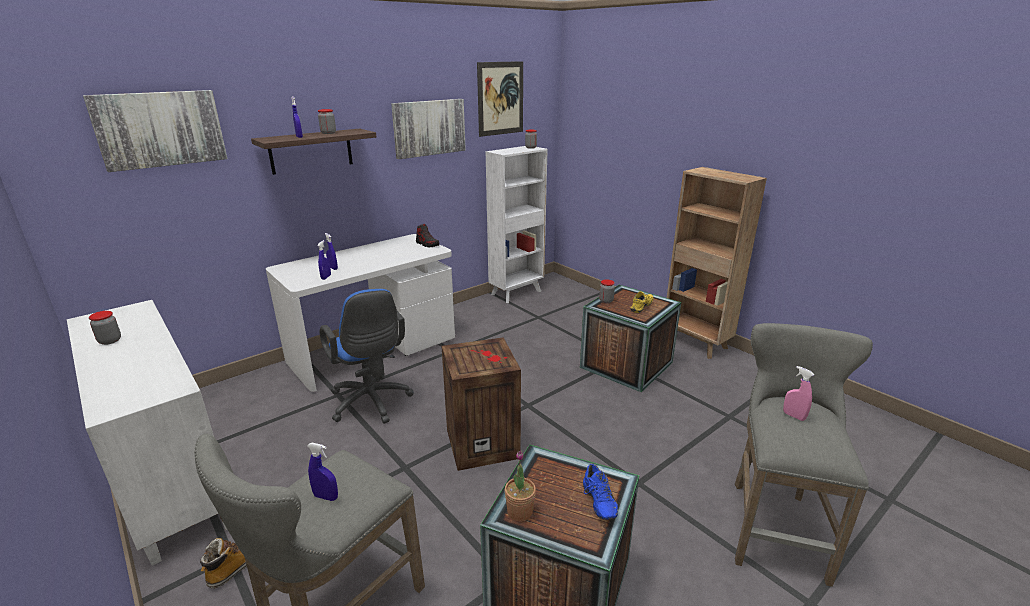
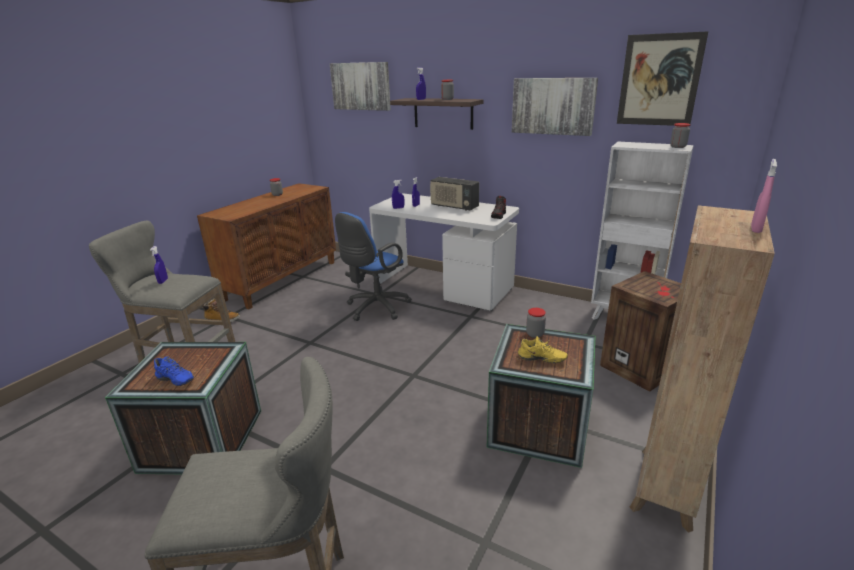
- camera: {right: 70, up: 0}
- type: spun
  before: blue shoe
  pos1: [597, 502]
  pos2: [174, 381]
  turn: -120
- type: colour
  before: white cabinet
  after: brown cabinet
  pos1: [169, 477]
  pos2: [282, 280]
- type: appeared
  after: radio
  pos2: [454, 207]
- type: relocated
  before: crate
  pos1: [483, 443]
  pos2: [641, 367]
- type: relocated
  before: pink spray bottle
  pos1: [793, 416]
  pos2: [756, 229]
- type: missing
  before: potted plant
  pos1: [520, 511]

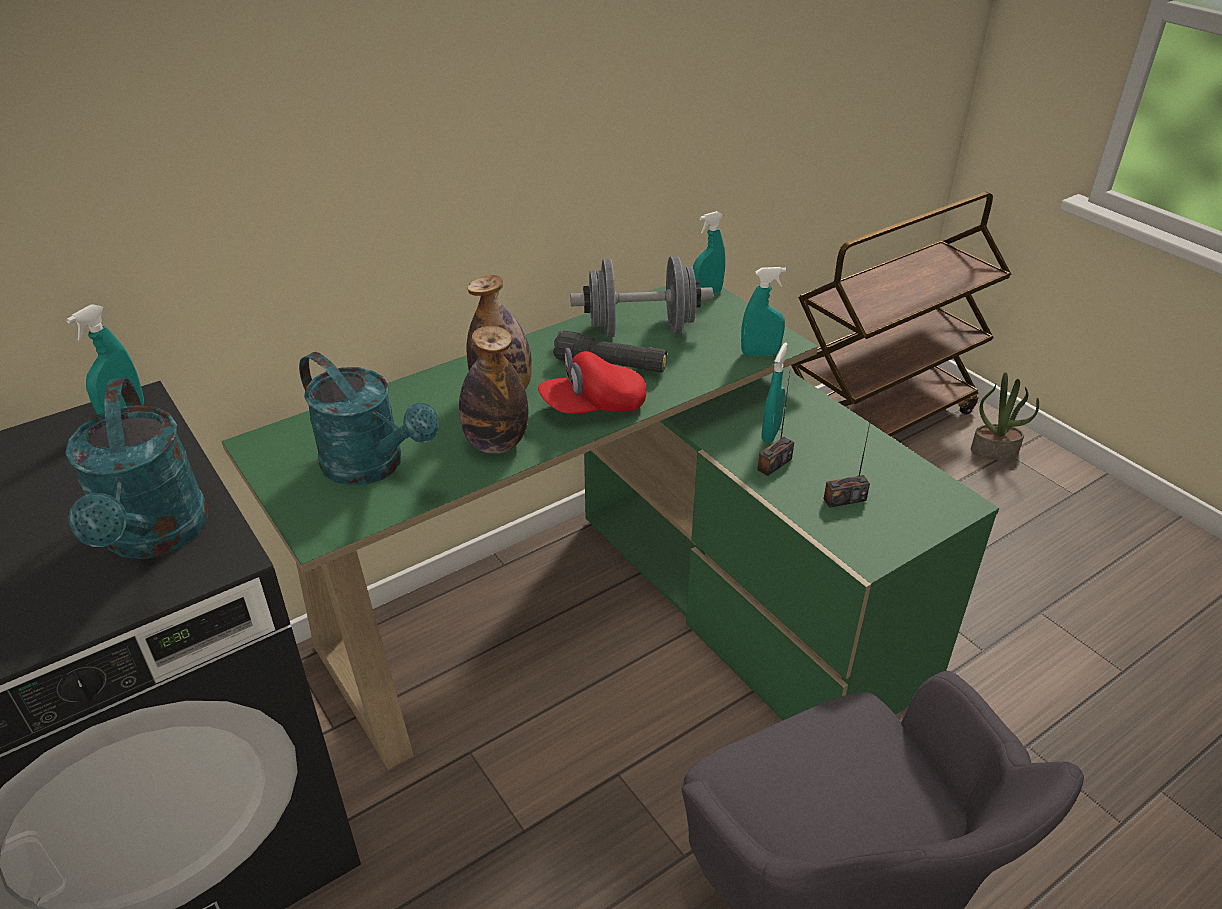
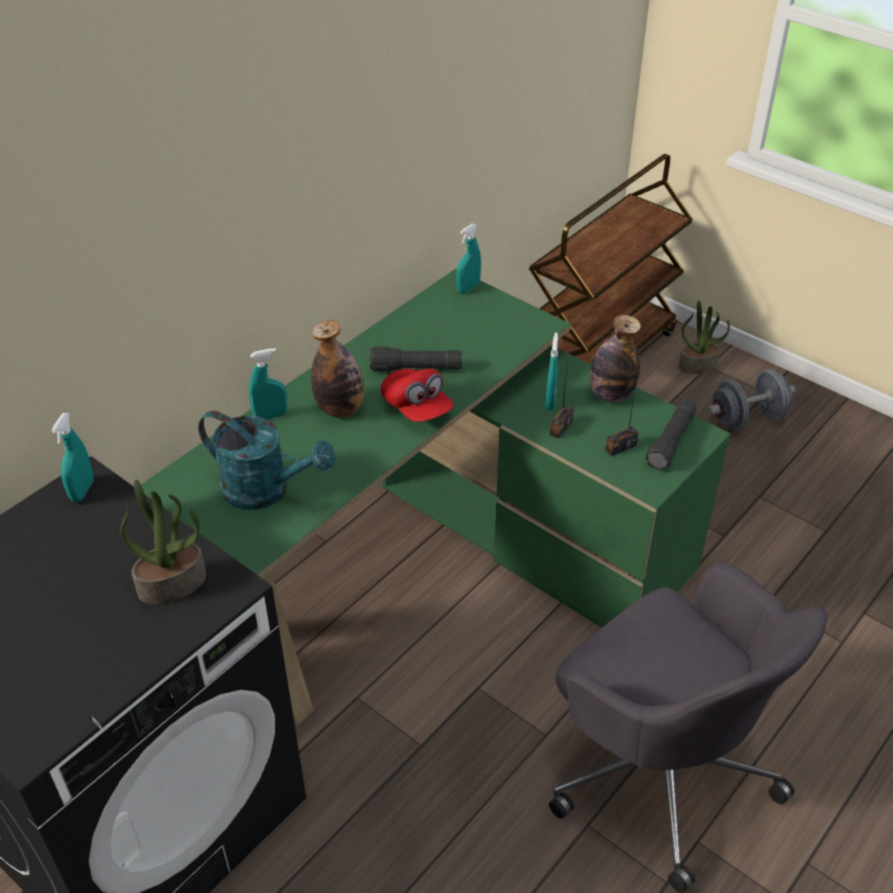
- camera: {right: -15, up: 5}
- type: exchanged
  before: turquoise watering can
  after: potted plant
  pos1: [155, 537]
  pos2: [172, 583]
- type: relocated
  before: turquoise spray bottle
  pos1: [760, 353]
  pos2: [270, 416]
- type: spun
  before: red cap
  pos1: [593, 407]
  pos2: [417, 408]
  turn: -90
- type: relocated
  before: bottle
  pos1: [496, 444]
  pos2: [611, 395]
- type: appeared
  after: black flashlight
  pos2: [671, 441]
- type: relocated
  before: grey dumbbell
  pos1: [641, 330]
  pos2: [747, 419]

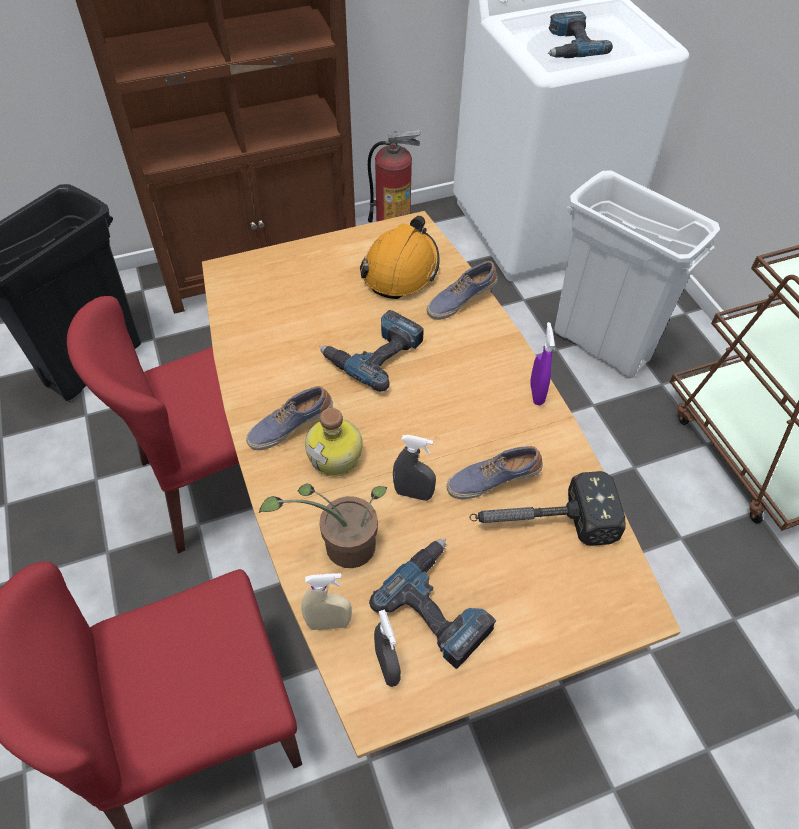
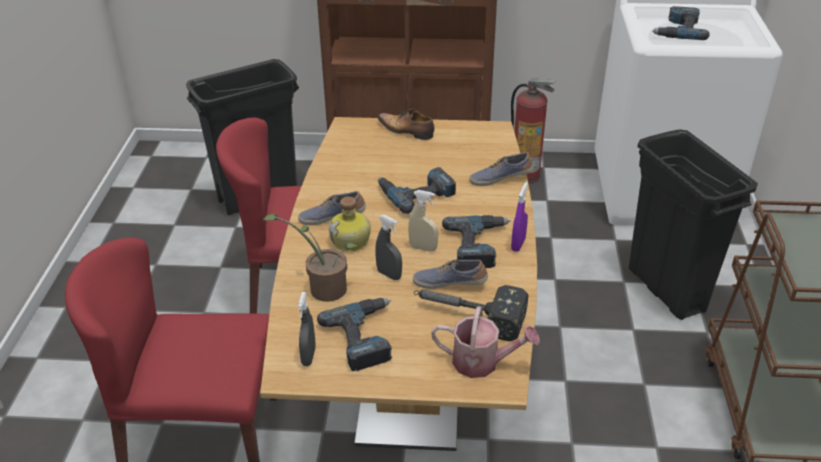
- camera: {right: 25, up: -15}
- type: appeared
  after: shoe
  pos2: [406, 131]
- type: relocated
  before: beige spray bottle
  pos1: [329, 623]
  pos2: [423, 248]
- type: appeared
  after: watering can
  pos2: [482, 362]
- type: appeared
  after: power drill
  pos2: [479, 246]
- type: colour
  before: white trash can
  after: black trash can
  pos1: [600, 345]
  pos2: [665, 289]
- type: missing
  before: orange hard hat
  pos1: [401, 269]

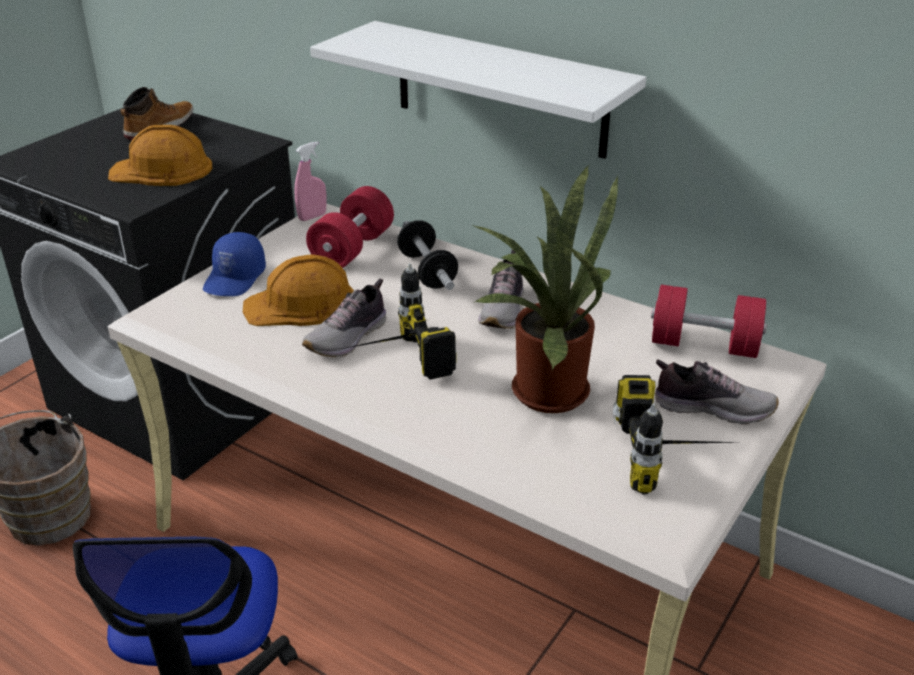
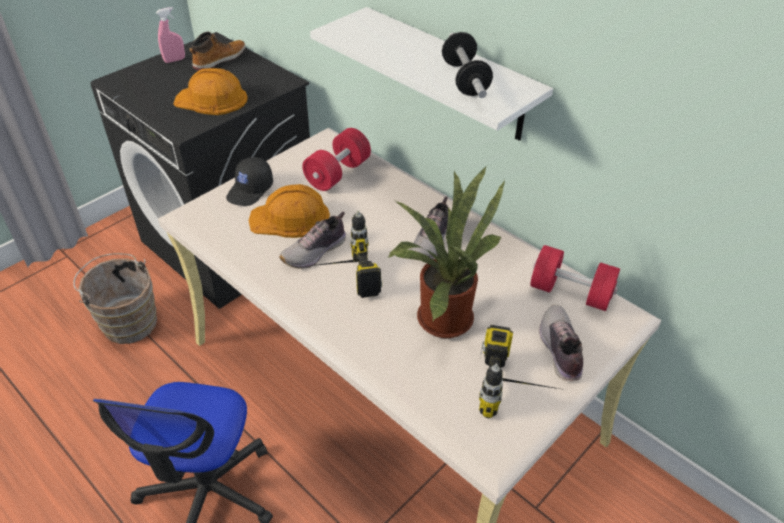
- camera: {right: 10, up: 10}
- type: relocated
  before: pink spray bottle
  pos1: [312, 217]
  pos2: [174, 60]
- type: colour
  before: blue cap
  after: black cap
  pos1: [235, 279]
  pos2: [250, 190]
- type: relocated
  before: dumbbell
  pos1: [427, 271]
  pos2: [465, 80]
- type: spun
  before: shoe
  pos1: [712, 407]
  pos2: [559, 349]
  turn: -120

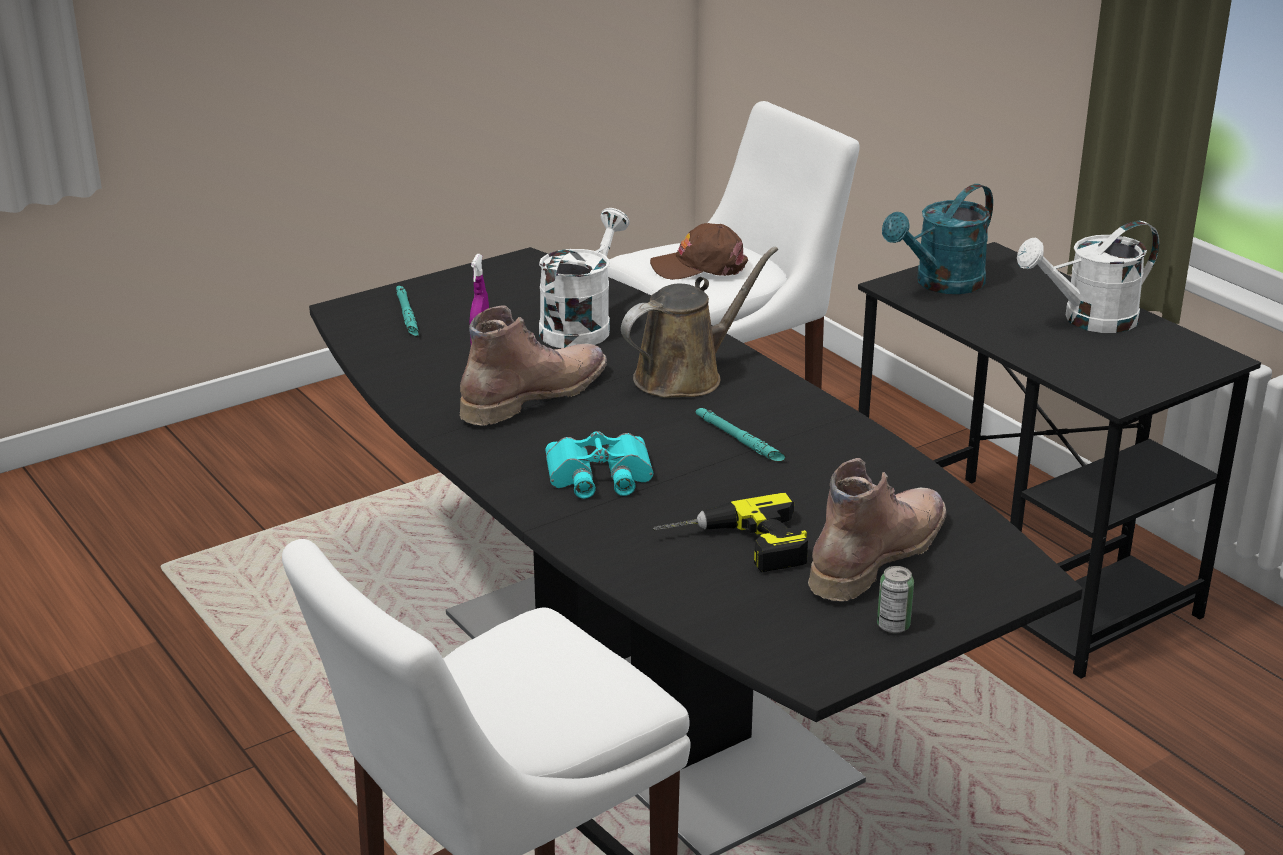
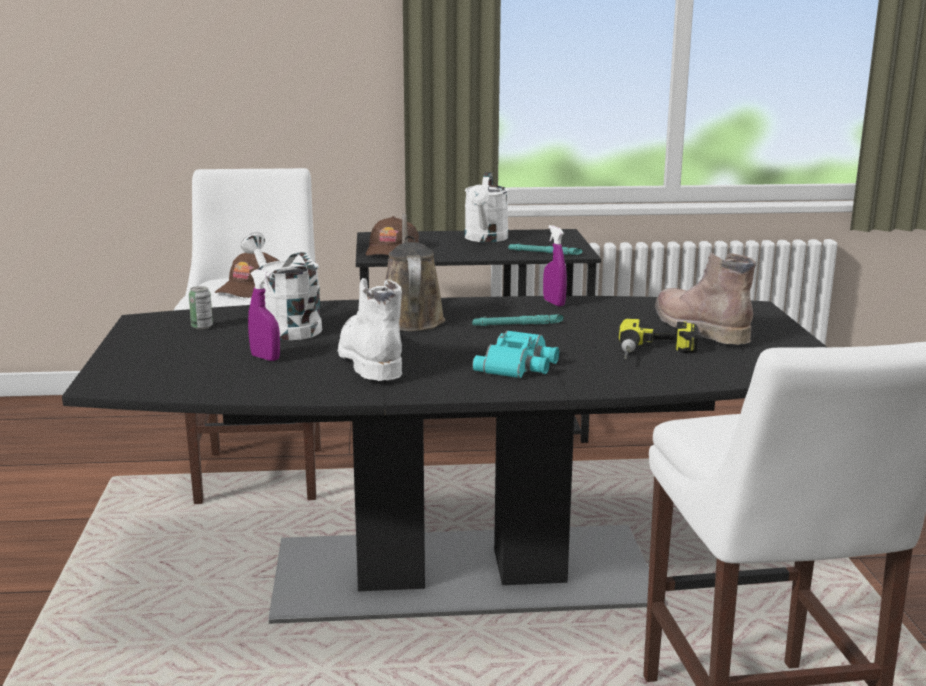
- camera: {right: -60, up: -10}
- type: relocated
  before: can
  pos1: [893, 626]
  pos2: [202, 327]
- type: colour
  before: brown boot
  after: white boot
  pos1: [533, 394]
  pos2: [368, 358]
- type: exchanged
  before: turquoise watering can
  after: brown cap
  pos1: [941, 284]
  pos2: [391, 250]
- type: relocated
  before: turquoise flashlight
  pos1: [407, 315]
  pos2: [545, 252]
- type: appeared
  after: purple spray bottle
  pos2: [554, 303]

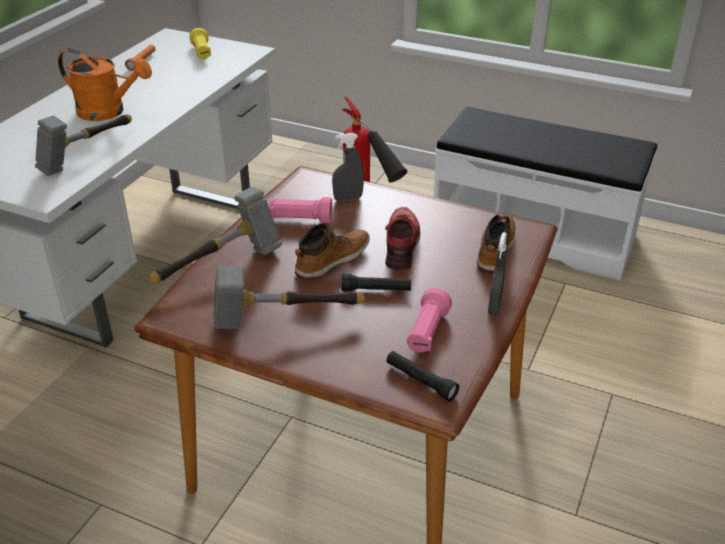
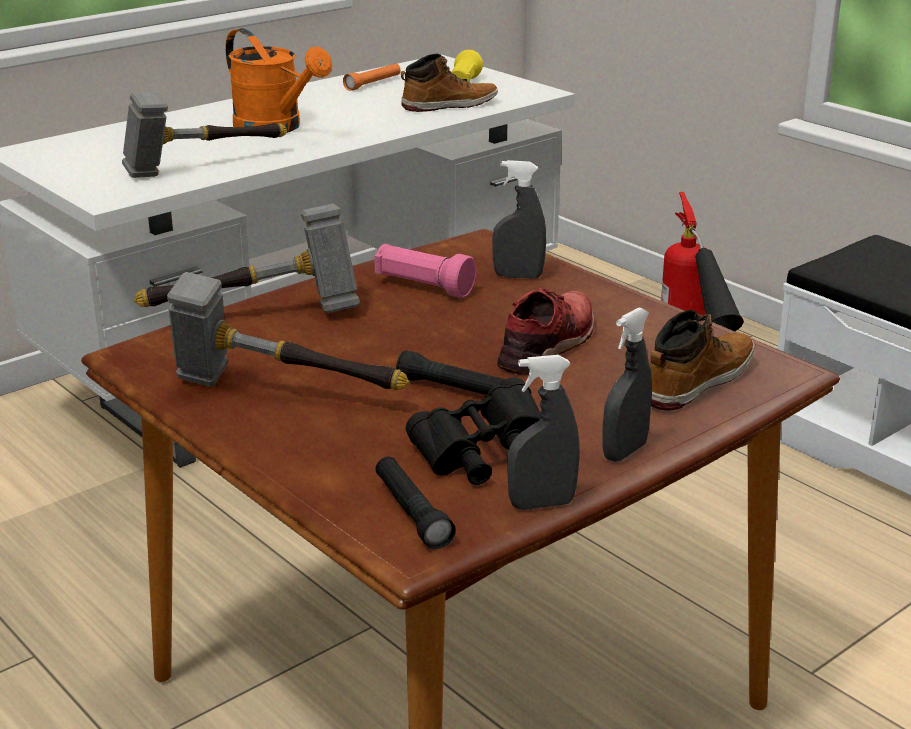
- camera: {right: 25, up: -10}
- type: relocated
  before: boot
  pos1: [332, 260]
  pos2: [449, 105]
- type: exchanged
  before: pink flashlight
  after: black binoculars
  pos1: [427, 333]
  pos2: [481, 457]
- type: appeared
  after: grey spray bottle
  pos2: [541, 504]

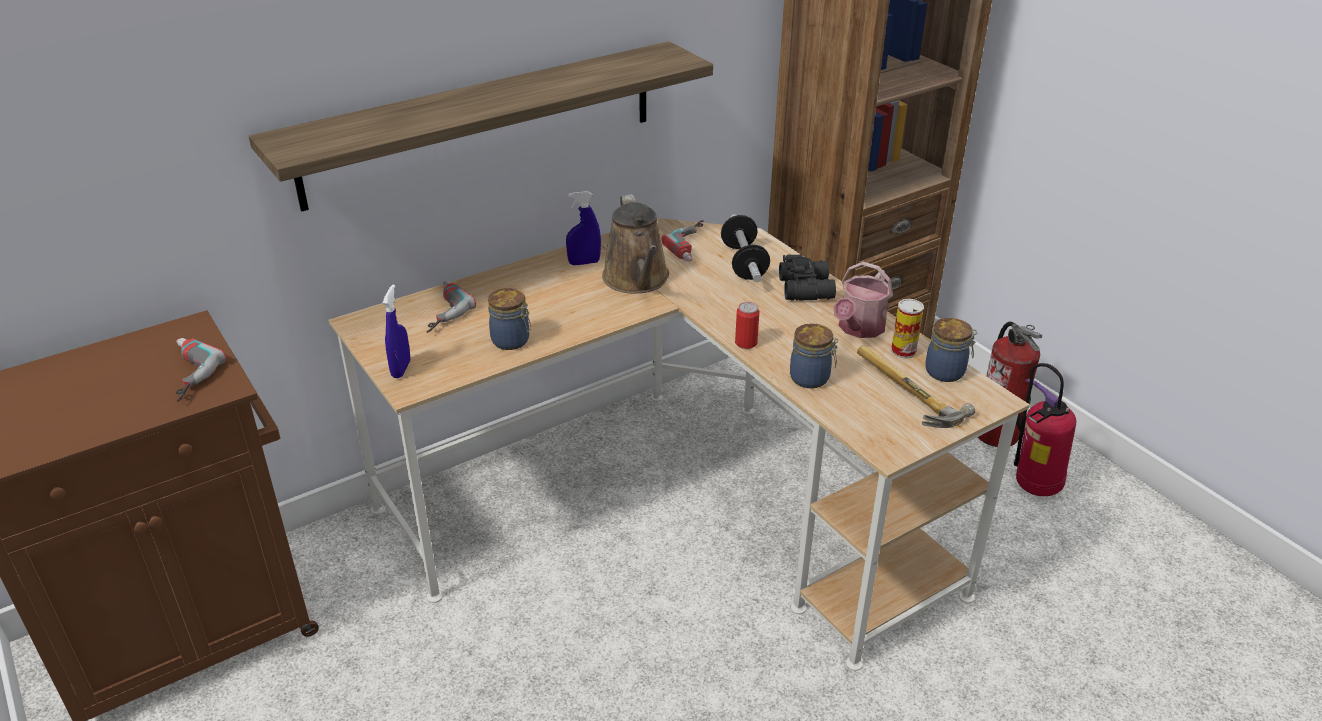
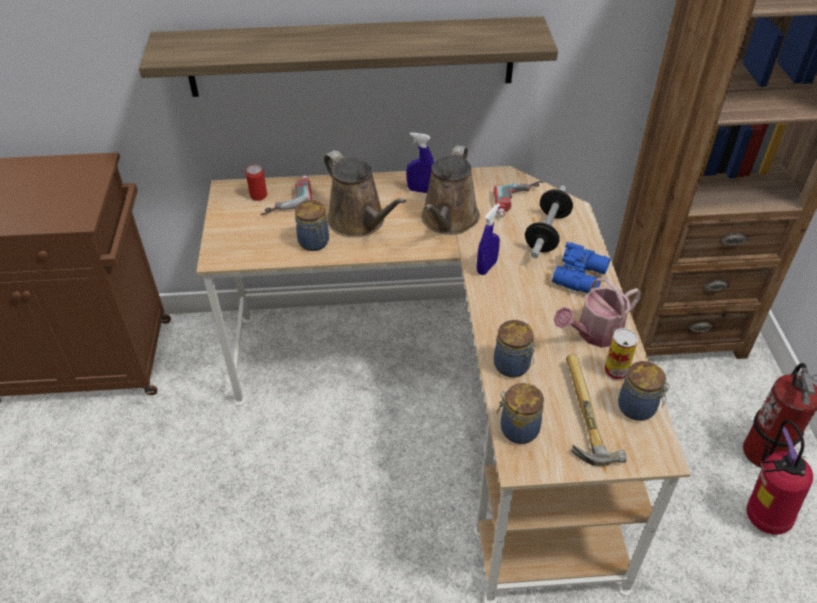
- camera: {right: 30, up: 10}
- type: relocated
  before: can
  pos1: [746, 343]
  pos2: [258, 196]
- type: appeared
  after: brown watering can
  pos2: [360, 222]
- type: relocated
  before: blue spray bottle
  pos1: [401, 369]
  pos2: [486, 267]
- type: appeared
  after: jar
  pos2: [517, 429]
- type: colour
  before: black binoculars
  after: blue binoculars
  pos1: [807, 288]
  pos2: [581, 276]
- type: missing
  before: power drill
  pos1: [182, 374]

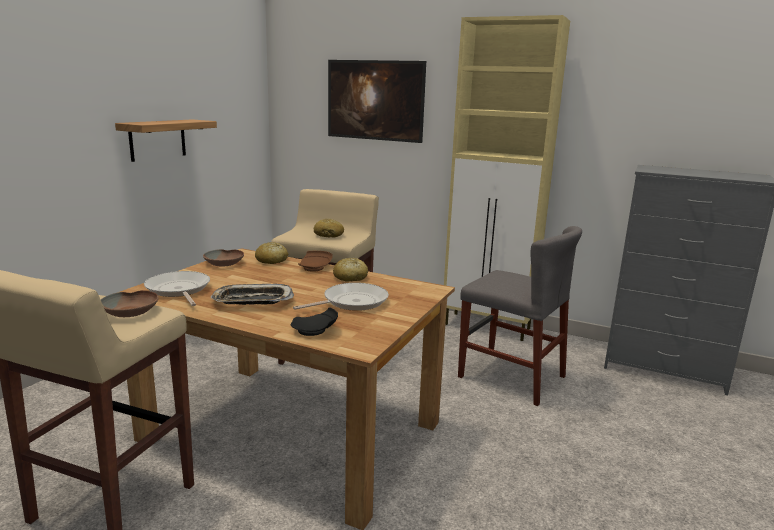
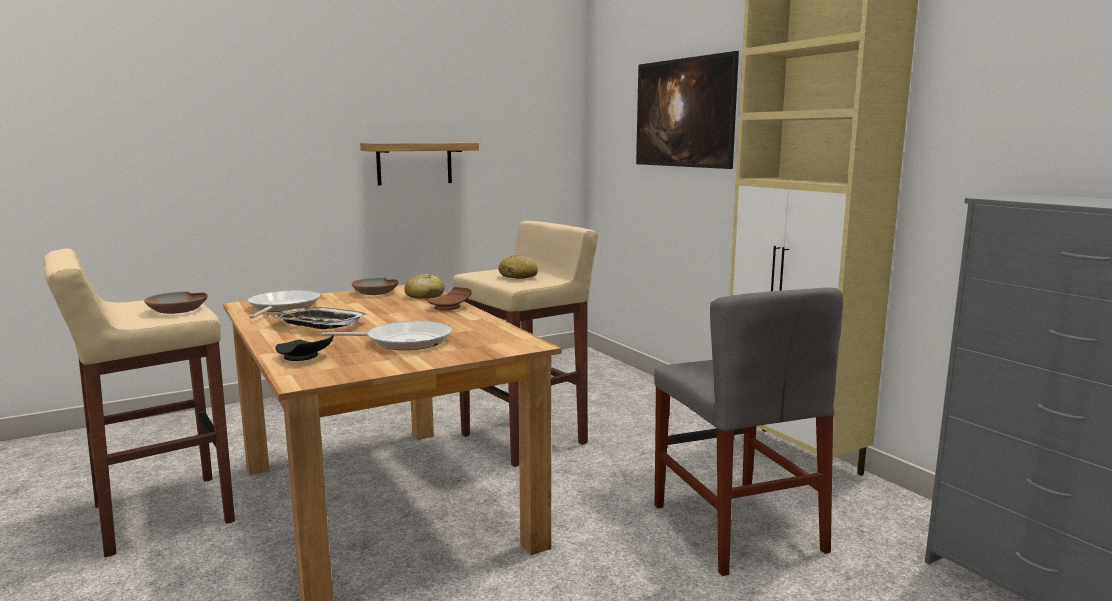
- camera: {right: 35, up: -5}
- type: missing
  before: bread
  pos1: [350, 277]

